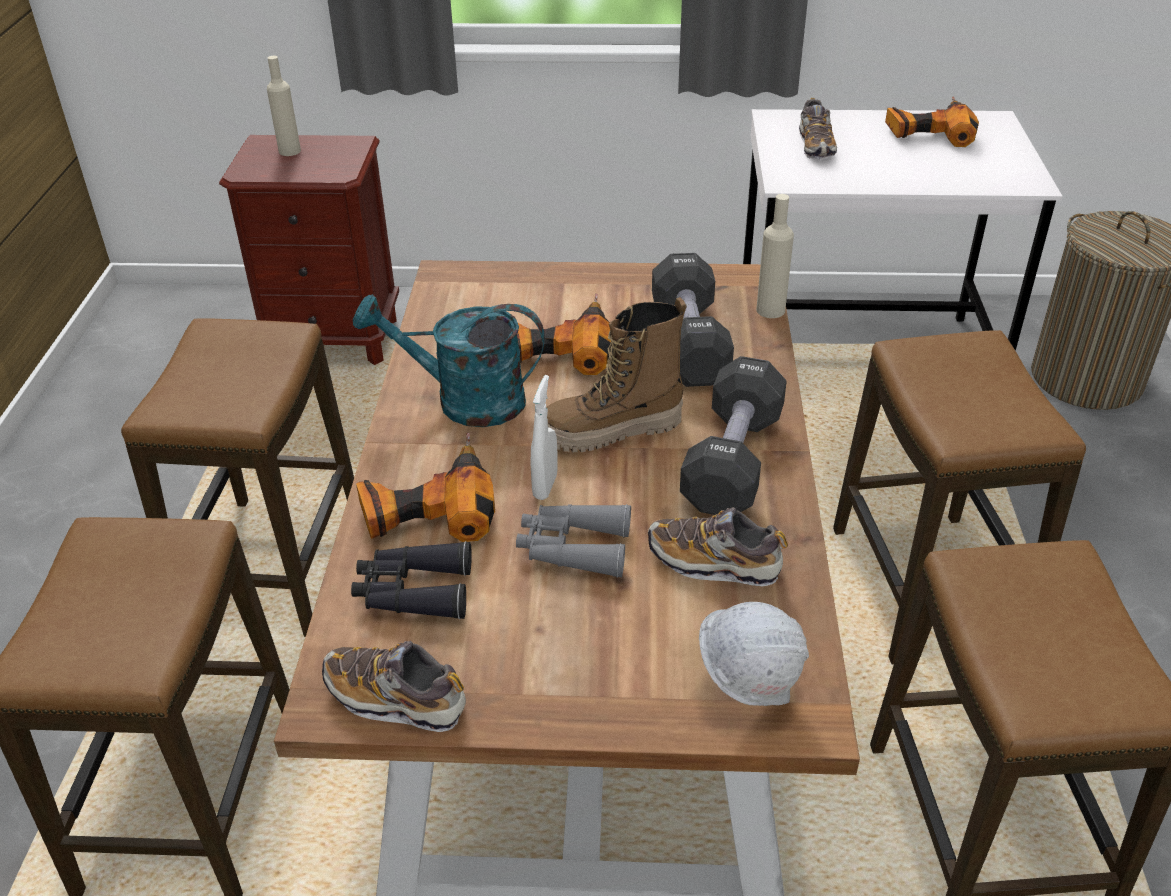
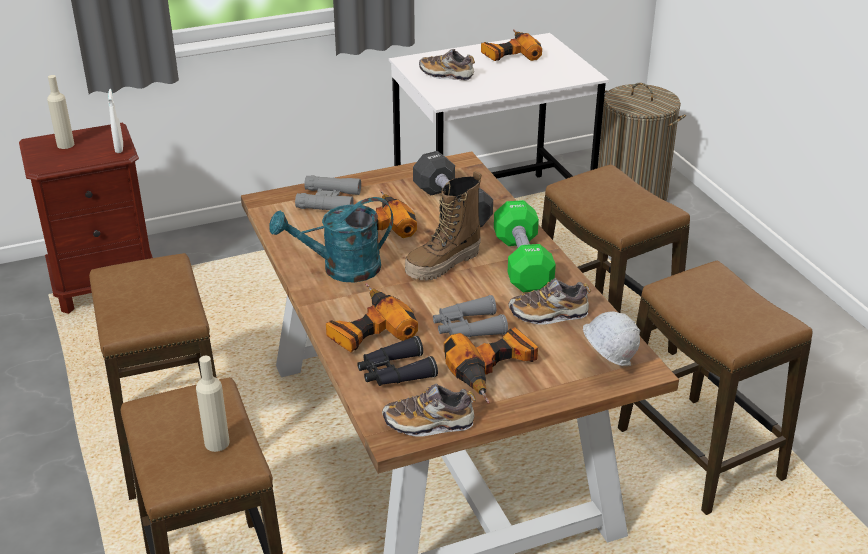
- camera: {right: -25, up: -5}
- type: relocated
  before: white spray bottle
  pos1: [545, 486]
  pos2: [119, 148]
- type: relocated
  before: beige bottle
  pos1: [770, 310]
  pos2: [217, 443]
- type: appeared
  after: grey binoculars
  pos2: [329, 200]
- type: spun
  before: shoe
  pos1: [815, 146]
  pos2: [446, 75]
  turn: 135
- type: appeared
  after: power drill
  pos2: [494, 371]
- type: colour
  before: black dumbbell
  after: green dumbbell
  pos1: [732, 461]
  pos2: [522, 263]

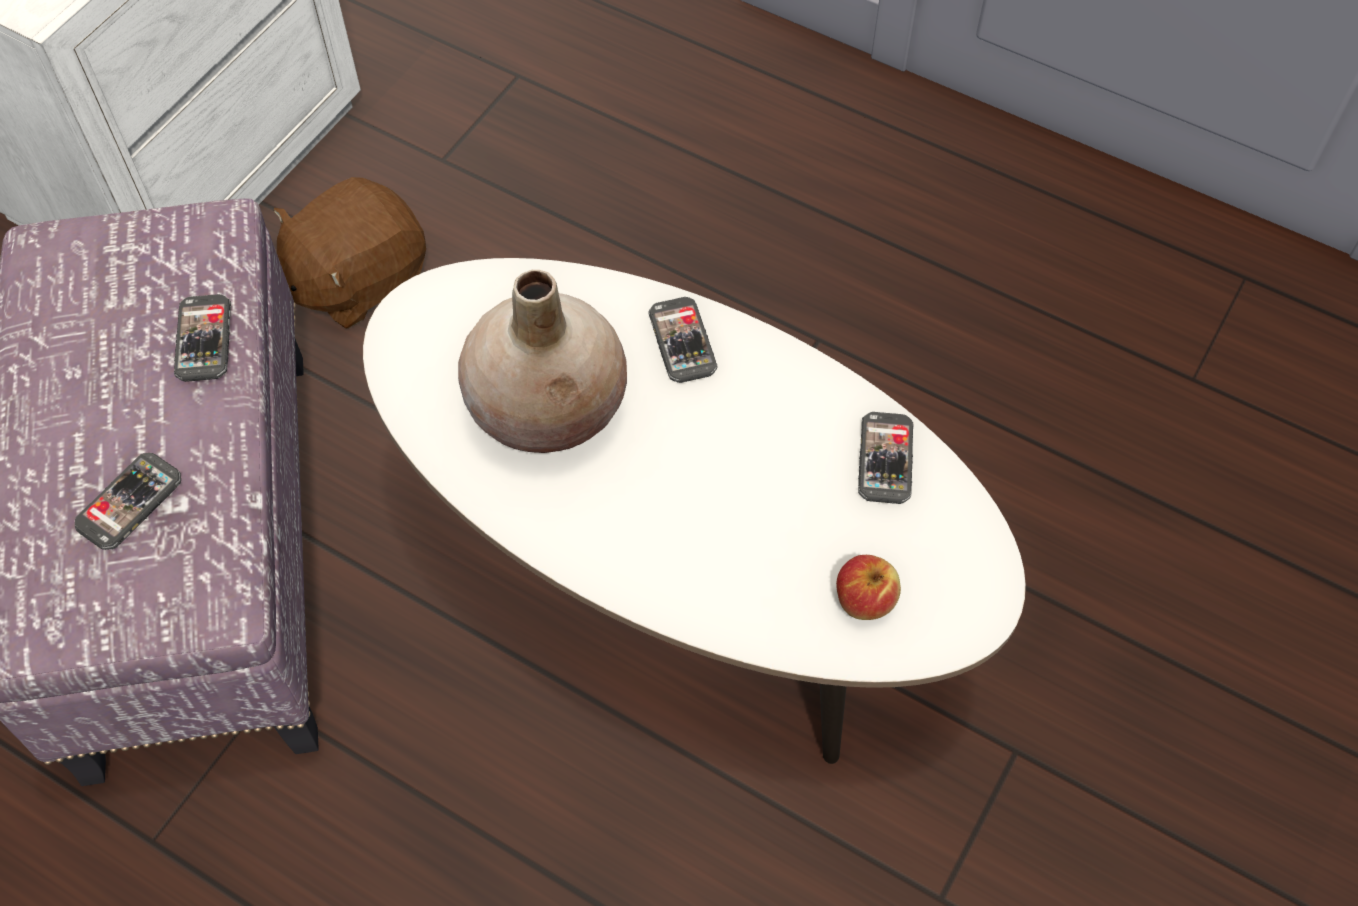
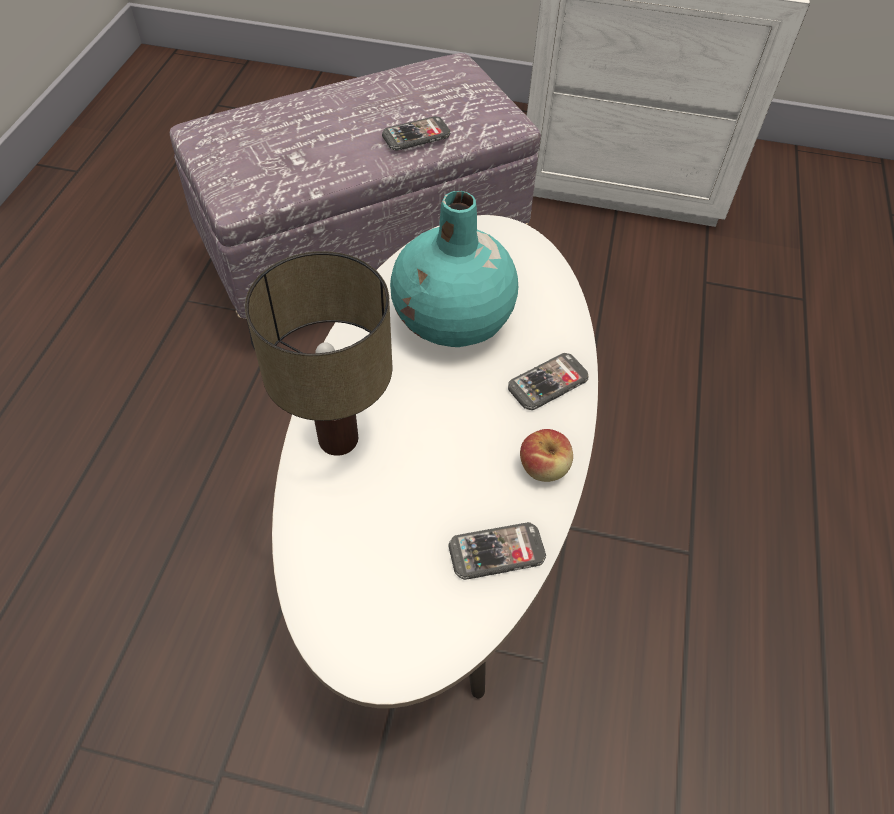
- camera: {right: 70, up: -5}
- type: appeared
  after: table lamp
  pos2: [340, 437]
- type: colour
  before: beige vase
  after: turquoise vase
  pos1: [549, 407]
  pos2: [453, 321]
- type: relocated
  before: apple
  pos1: [864, 599]
  pos2: [544, 467]
- type: missing
  before: phone
  pos1: [130, 503]
- type: missing
  before: brown plush toy
  pos1: [357, 280]

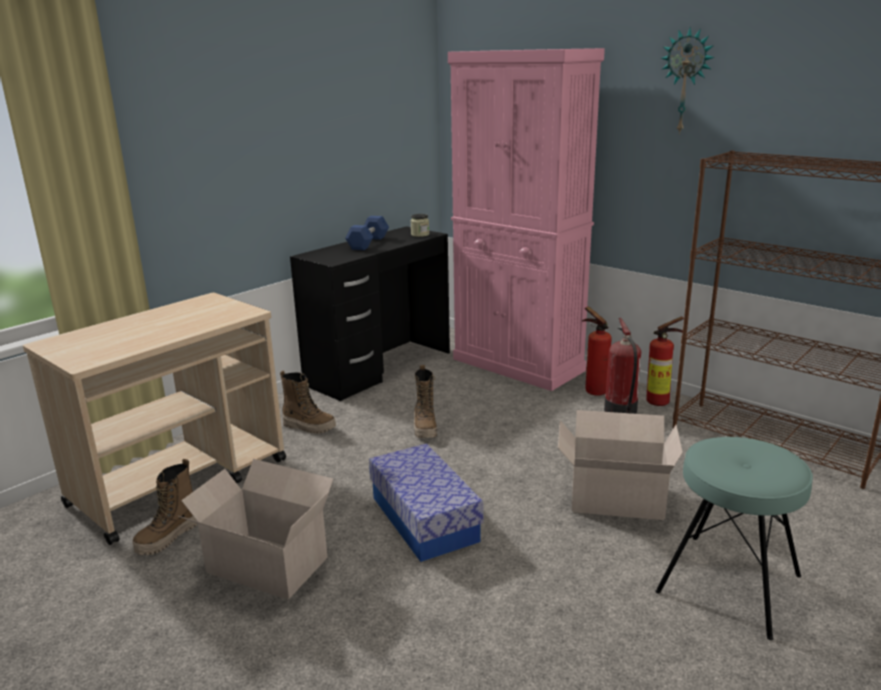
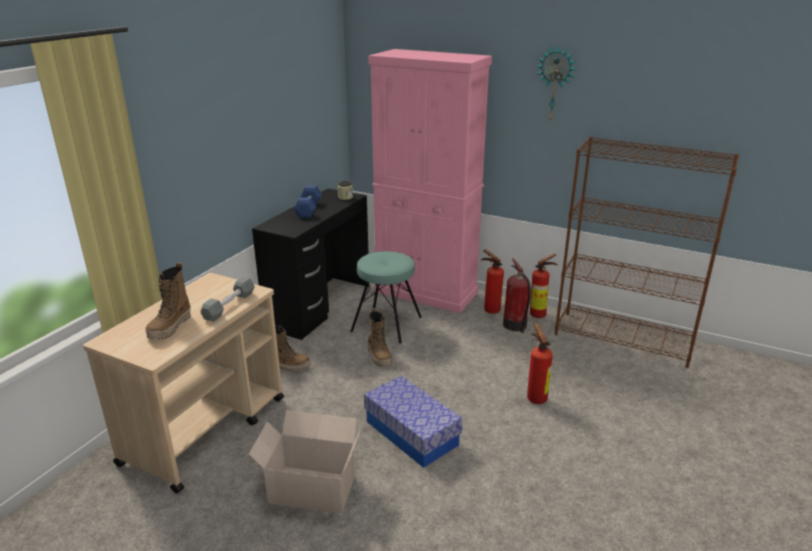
- camera: {right: -15, up: 5}
- type: relocated
  before: boot
  pos1: [168, 538]
  pos2: [170, 328]
- type: appeared
  after: grey dumbbell
  pos2: [229, 306]
- type: relocated
  before: turquoise stool
  pos1: [728, 584]
  pos2: [386, 324]
- type: exchanged
  before: cardboard box
  after: fire extinguisher
  pos1: [613, 498]
  pos2: [535, 397]

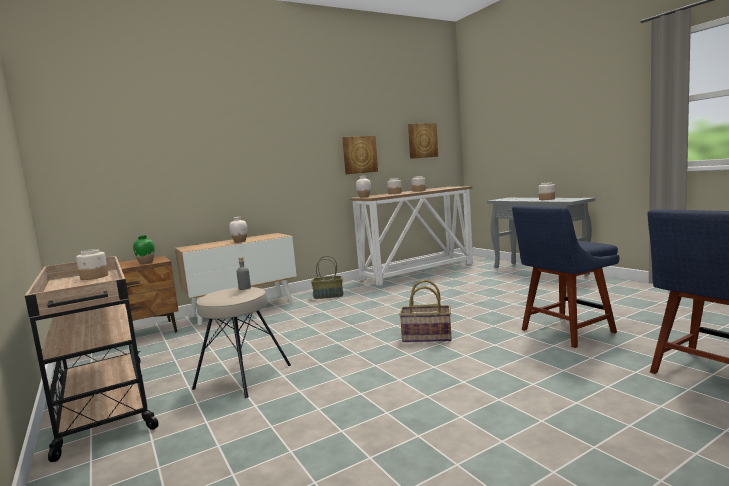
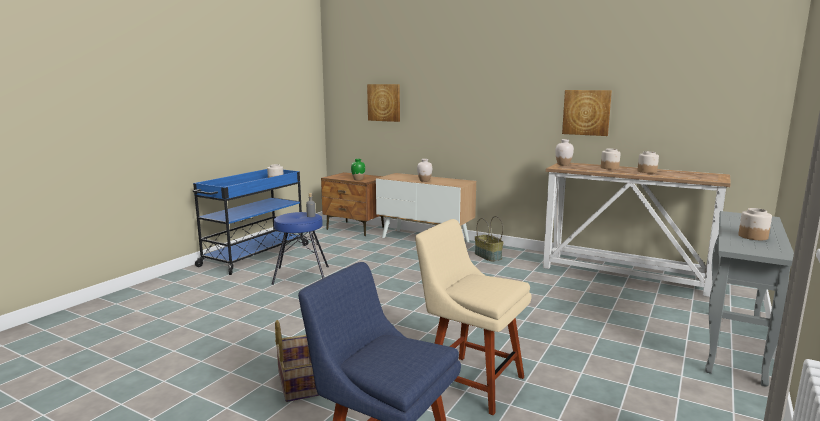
- camera: {right: 60, up: 5}
- type: colour
  before: beige cart
  after: blue cart
  pos1: [104, 405]
  pos2: [254, 255]
- type: colour
  before: beige stool
  after: blue stool
  pos1: [242, 376]
  pos2: [301, 275]
- type: relocated
  before: basket
  pos1: [426, 337]
  pos2: [297, 383]
- type: relocated
  before: picture
  pos1: [422, 140]
  pos2: [384, 102]
- type: colour
  before: blue chair
  after: beige chair
  pos1: [564, 332]
  pos2: [470, 381]

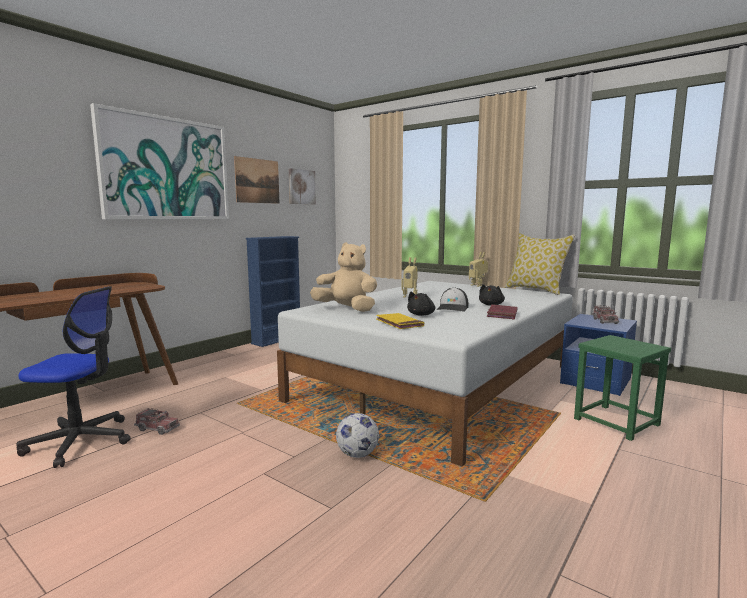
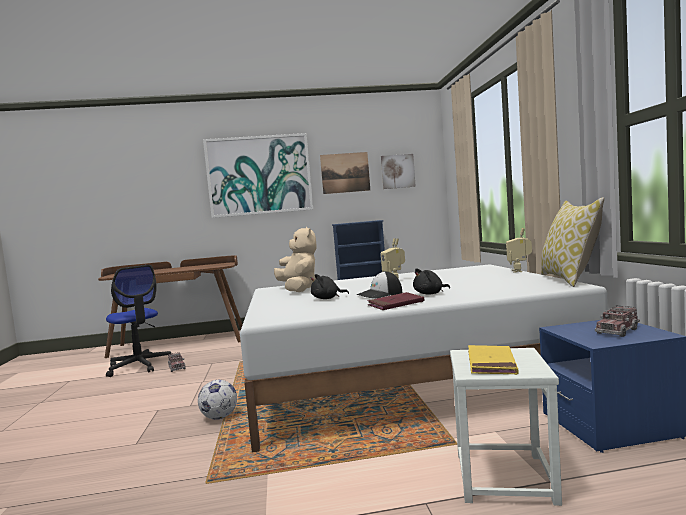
- camera: {right: 45, up: -5}
- type: colour
  before: green stool
  after: white stool
  pos1: [615, 422]
  pos2: [503, 477]
- type: relocated
  before: yellow book
  pos1: [399, 323]
  pos2: [491, 363]

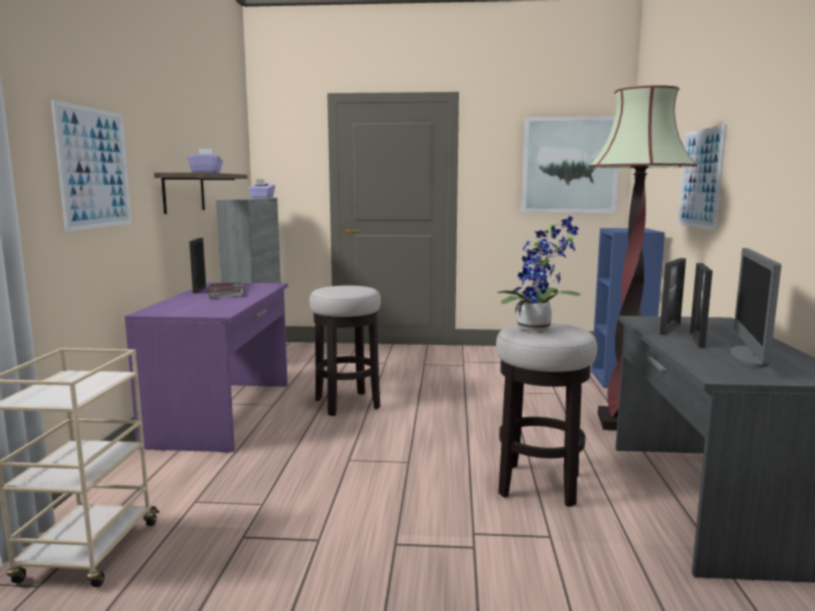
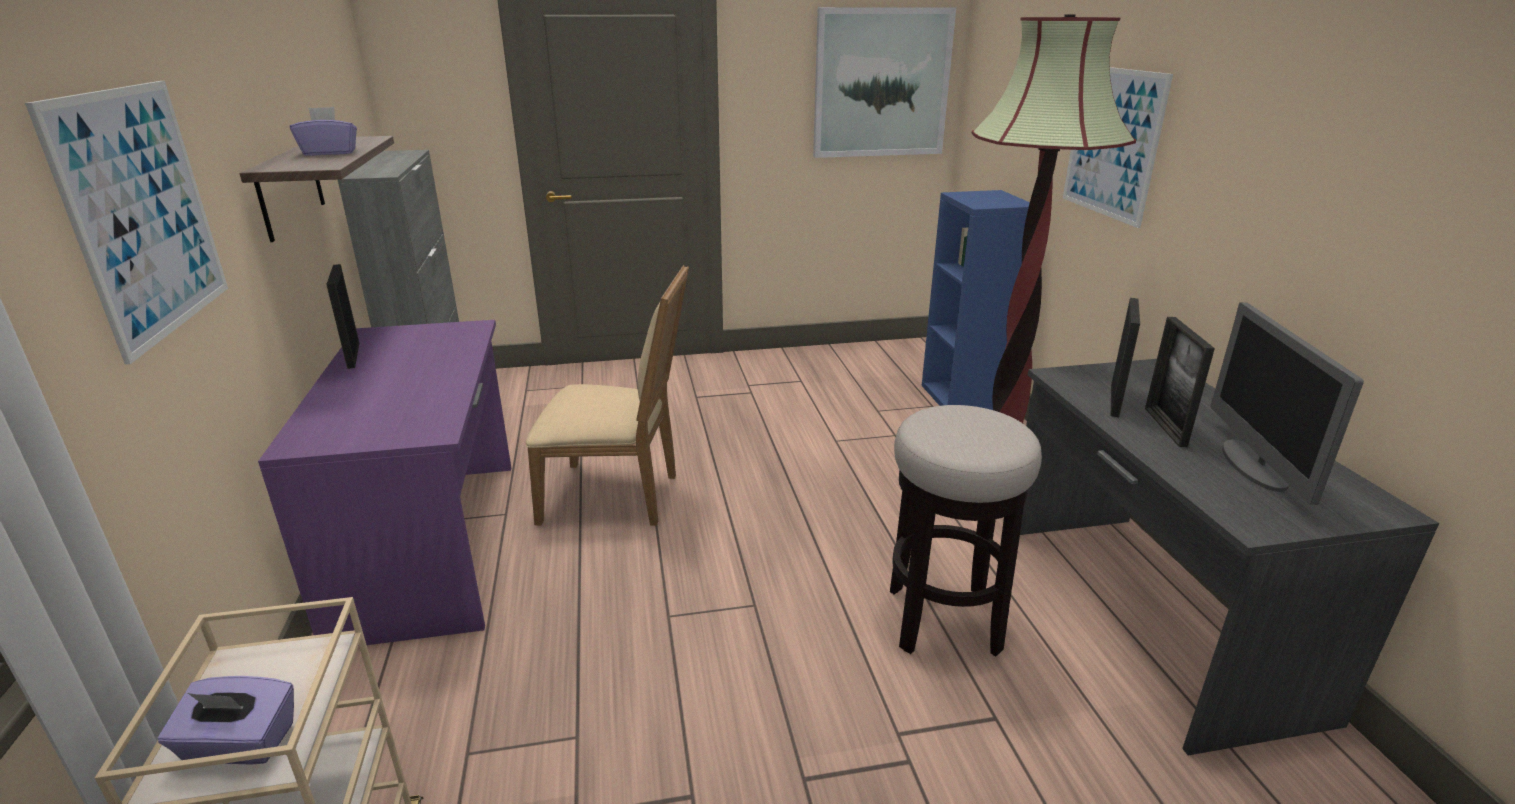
- camera: {right: -15, up: 15}
- type: relocated
  before: purple tissue box
  pos1: [261, 197]
  pos2: [240, 745]
- type: exchanged
  before: stool
  after: beige chair
  pos1: [347, 404]
  pos2: [618, 496]
- type: missing
  before: book
  pos1: [225, 293]
- type: missing
  before: potted plant
  pos1: [538, 329]

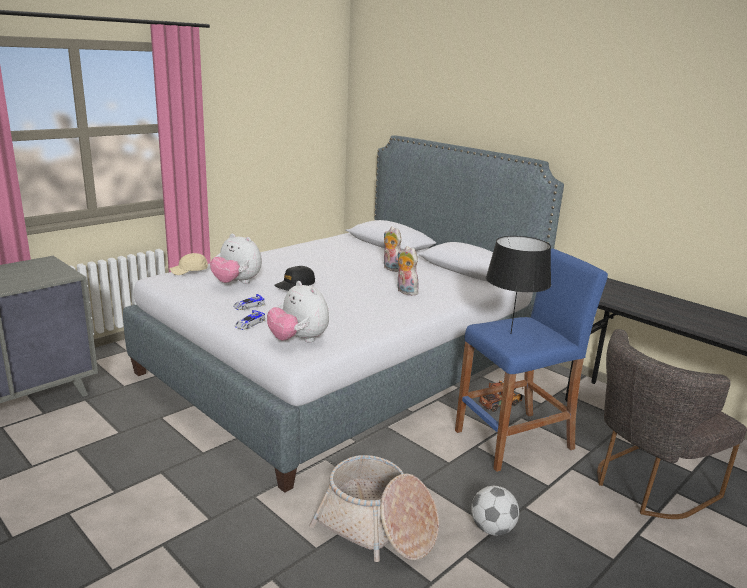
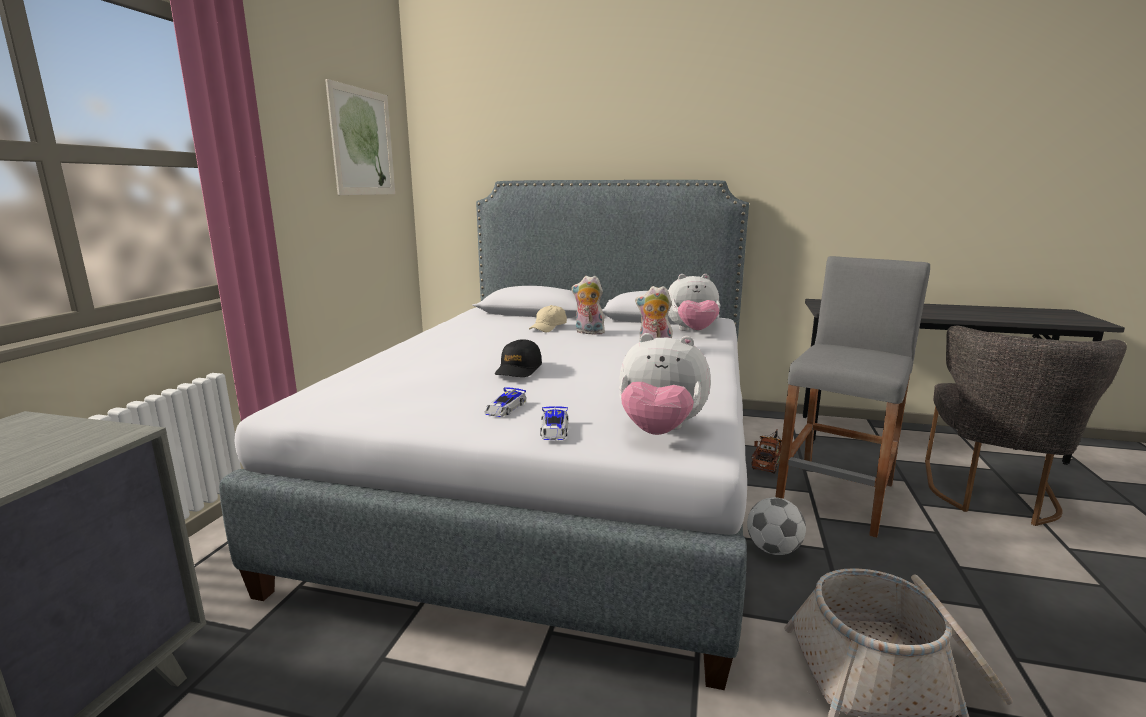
- camera: {right: -30, up: -5}
- type: appeared
  after: picture
  pos2: [362, 142]
- type: relocated
  before: beige cap
  pos1: [189, 271]
  pos2: [548, 328]
- type: relocated
  before: plush toy
  pos1: [236, 283]
  pos2: [692, 332]
- type: relocated
  before: football
  pos1: [492, 528]
  pos2: [773, 549]
- type: colour
  before: blue stool
  after: grey stool
  pos1: [514, 440]
  pos2: [836, 495]
- type: missing
  before: black table lamp
  pos1: [511, 333]

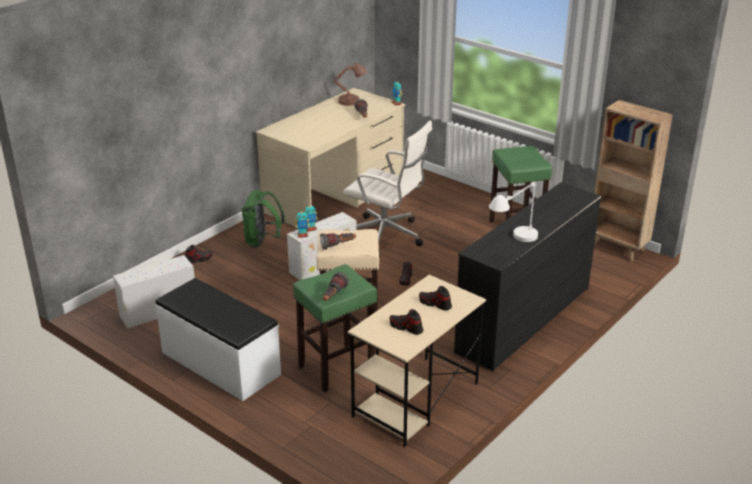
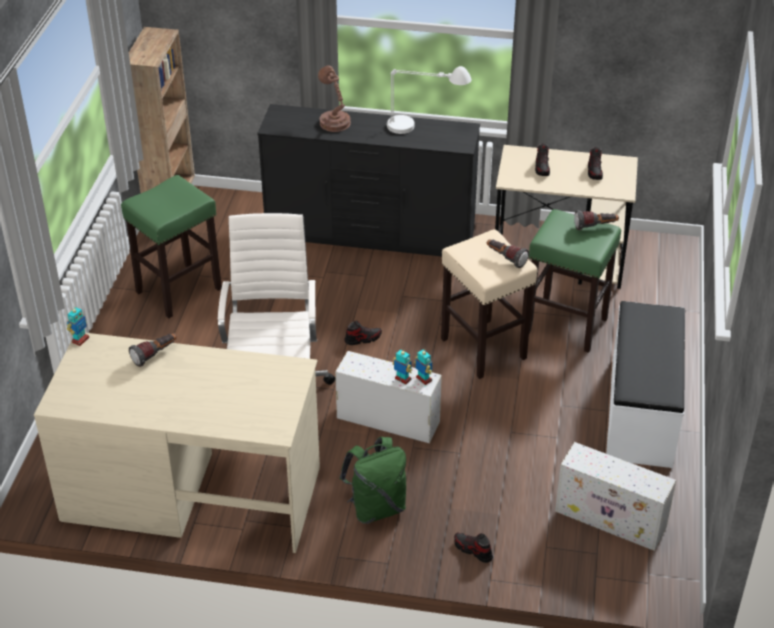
- camera: {right: -120, up: 10}
- type: relocated
  before: brown table lamp
  pos1: [350, 101]
  pos2: [333, 121]

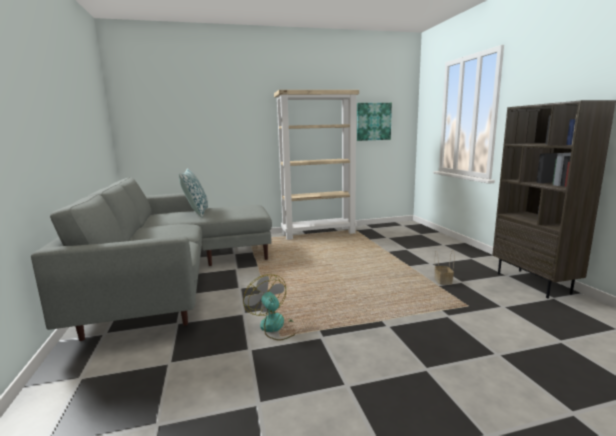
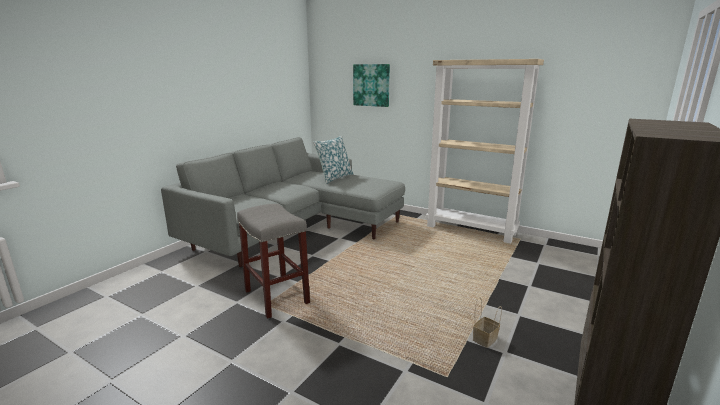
- camera: {right: 45, up: 5}
- type: exchanged
  before: fan
  after: grey stool
  pos1: [276, 327]
  pos2: [275, 297]
- type: relocated
  before: picture
  pos1: [373, 121]
  pos2: [371, 85]

